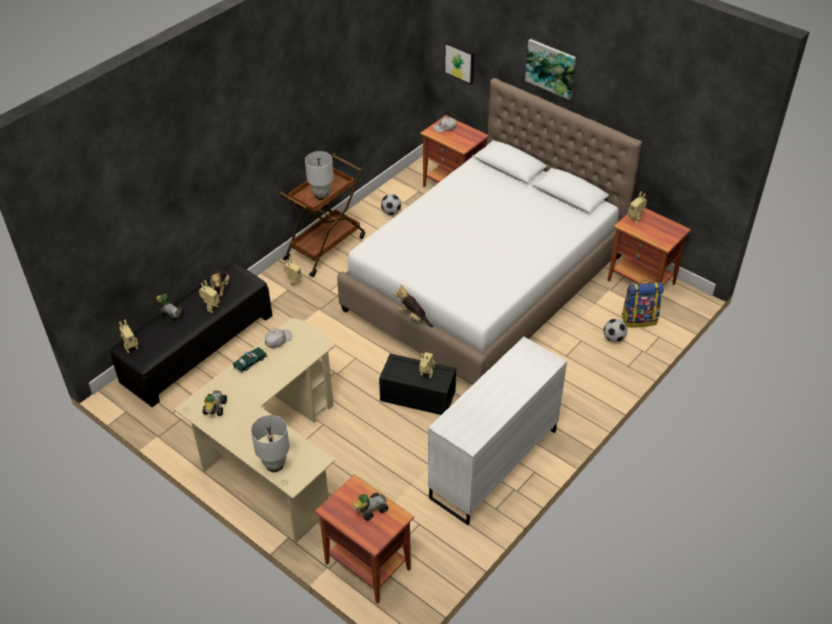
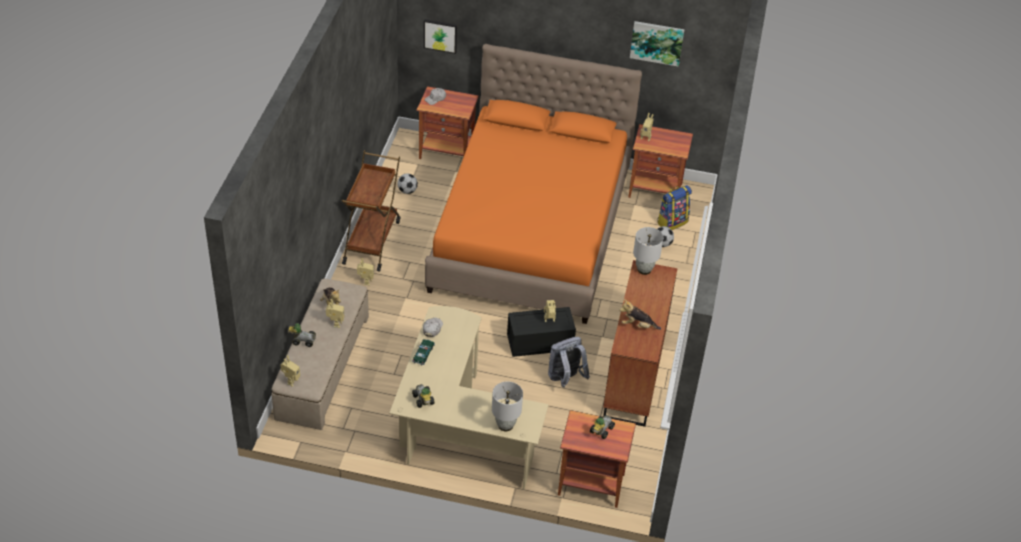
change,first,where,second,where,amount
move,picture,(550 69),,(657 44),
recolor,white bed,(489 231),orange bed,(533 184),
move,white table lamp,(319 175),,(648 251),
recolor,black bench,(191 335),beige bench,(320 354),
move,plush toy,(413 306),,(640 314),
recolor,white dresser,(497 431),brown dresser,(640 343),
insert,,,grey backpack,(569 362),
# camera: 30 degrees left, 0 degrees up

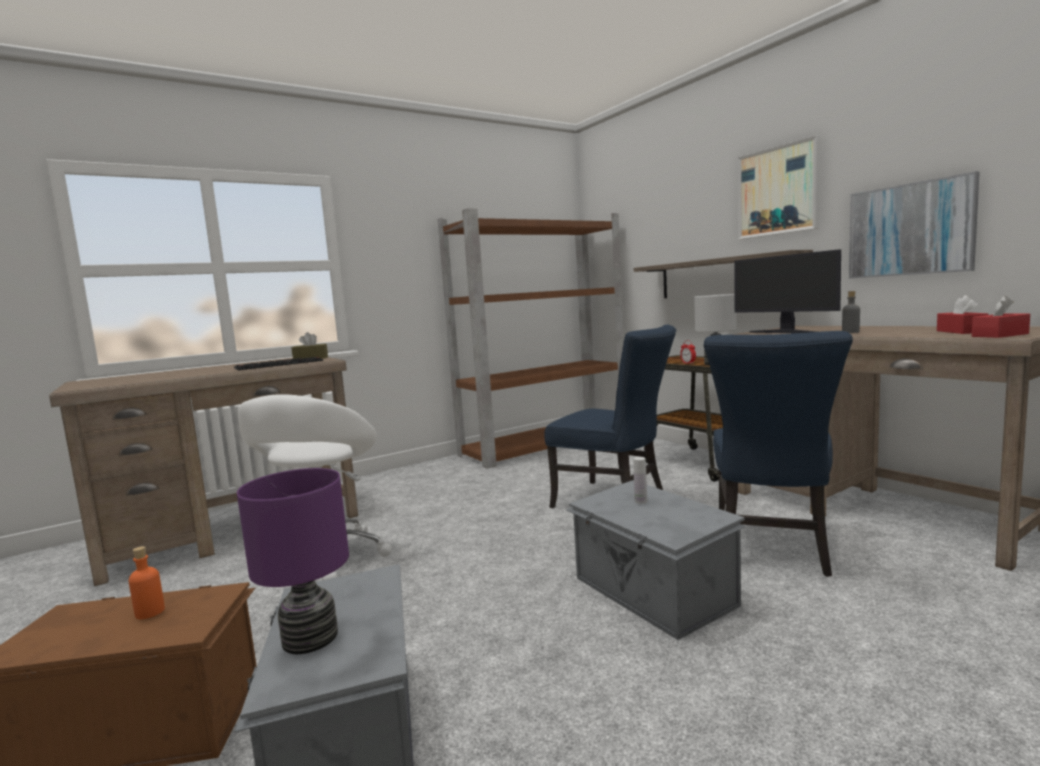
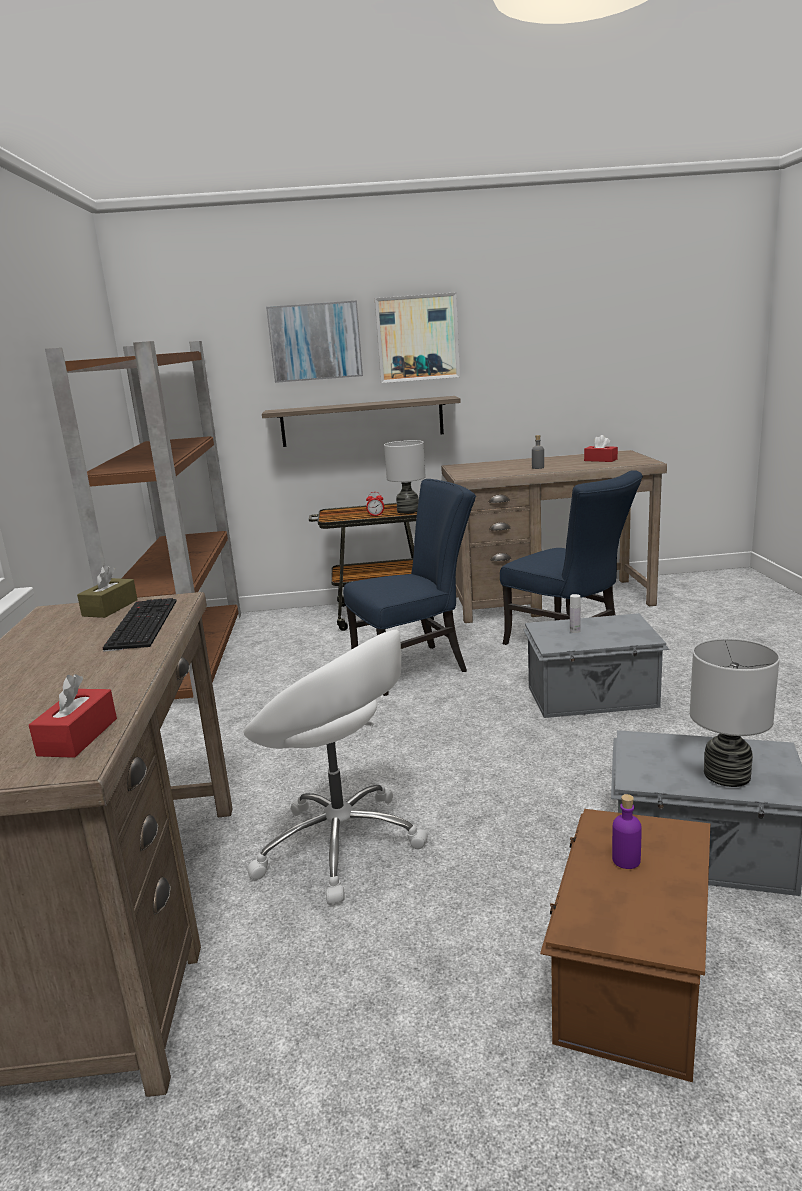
change,first,where,second,where,amount
move,picture,(914 225),,(314 342),
delete,monitor,(787 291),,,
move,red tissue box,(1001 316),,(73 716),
recolor,purple table lamp,(293 561),grey table lamp,(735 712),
recolor,orange bottle,(147 582),purple bottle,(627 831),
# camera: 60 degrees left, 10 degrees up

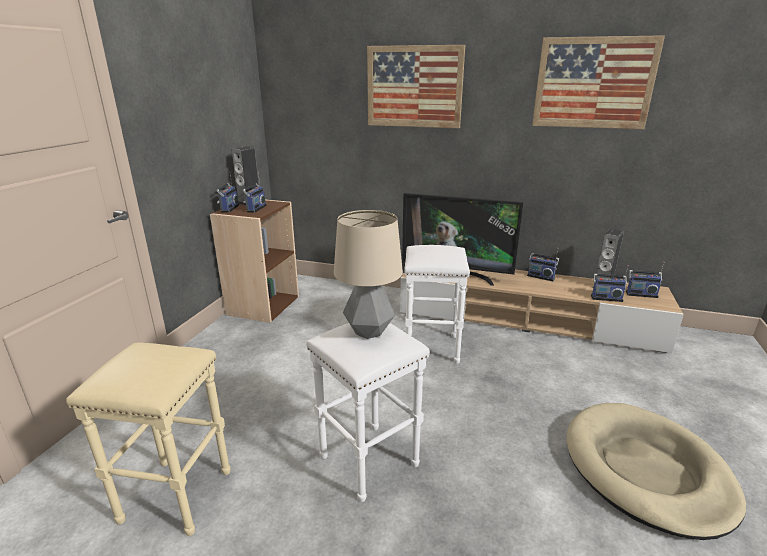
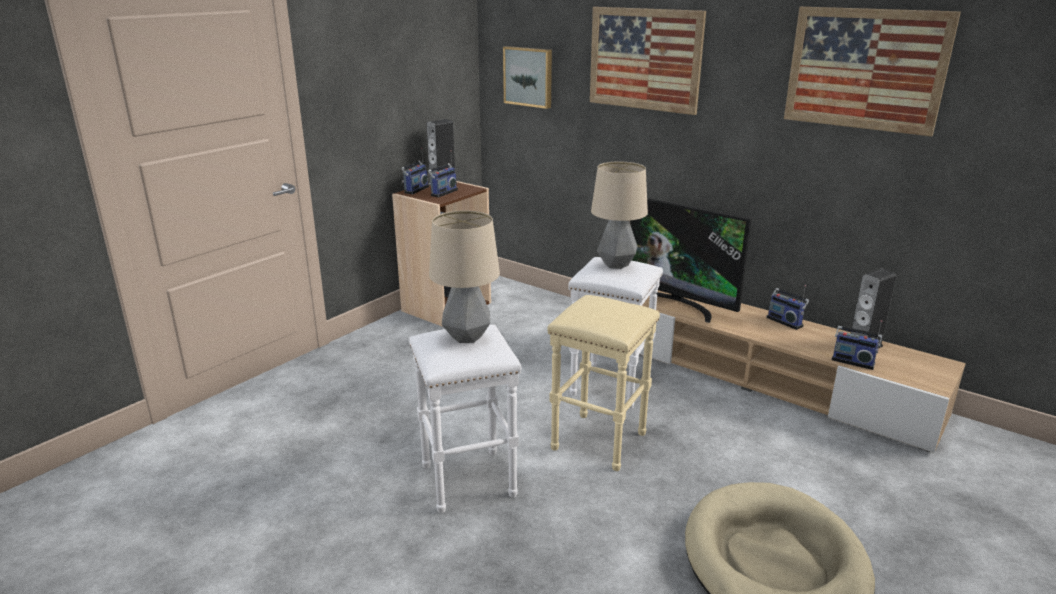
change,first,where,second,where,amount
delete,radio,(645 280),,,
move,beige stool,(148 439),,(603 383),
insert,,,picture,(527 77),
insert,,,table lamp,(619 215),
# camera: 20 degrees right, 0 degrees up

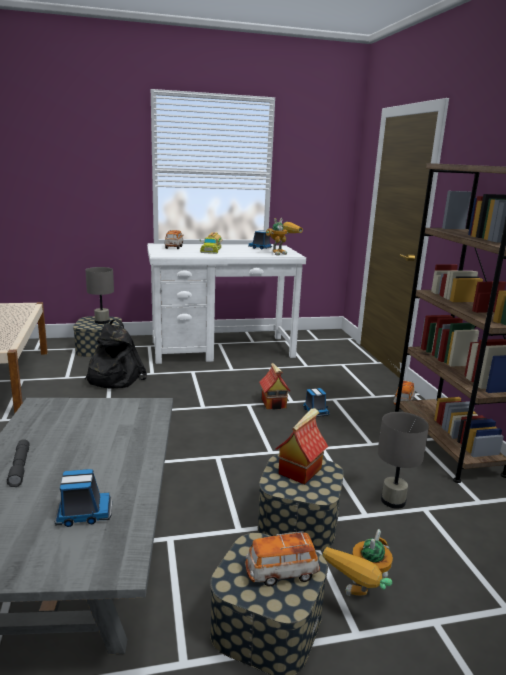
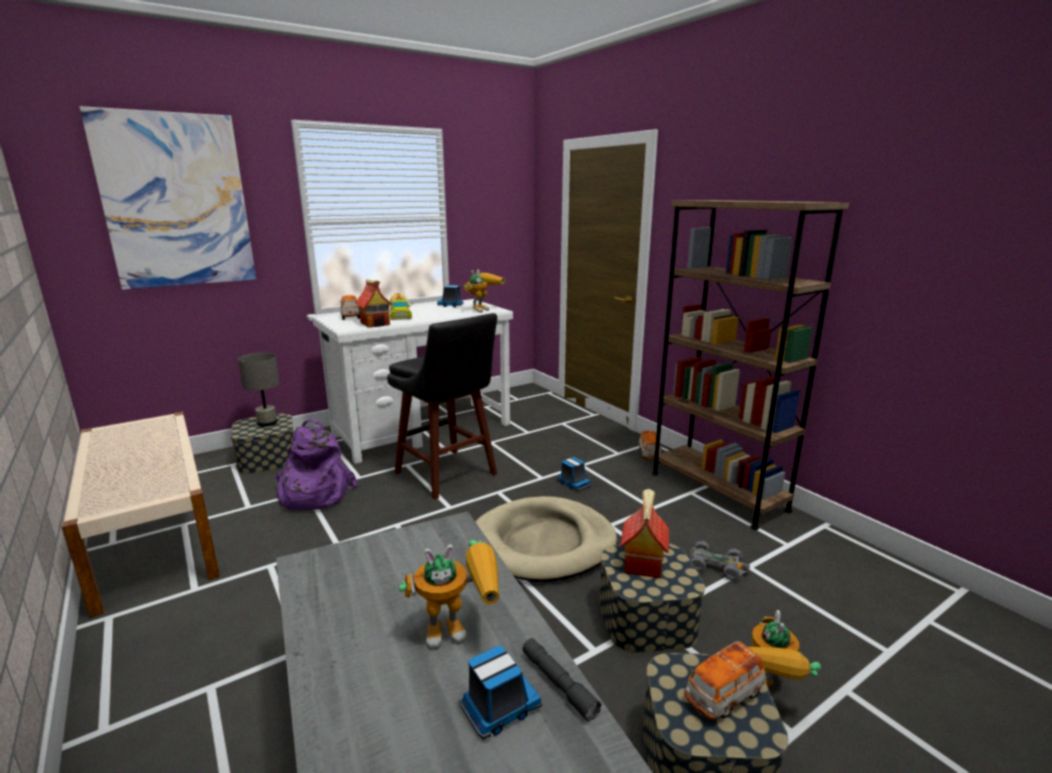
change,first,where,second,where,amount
recolor,black backpack,(116 354),purple backpack,(316 464),
move,toy house,(275 386),,(373 303),
replace,grey table lamp,(403 460),grey toy car,(719 561),
move,grey flashlight,(18 463),,(562 680),
insert,,,picture,(168 198),
insert,,,black stool,(442 406),
insert,,,beige dog bed,(546 539),
insert,,,toy robot,(449 595),
# camera: 20 degrees left, 0 degrees up

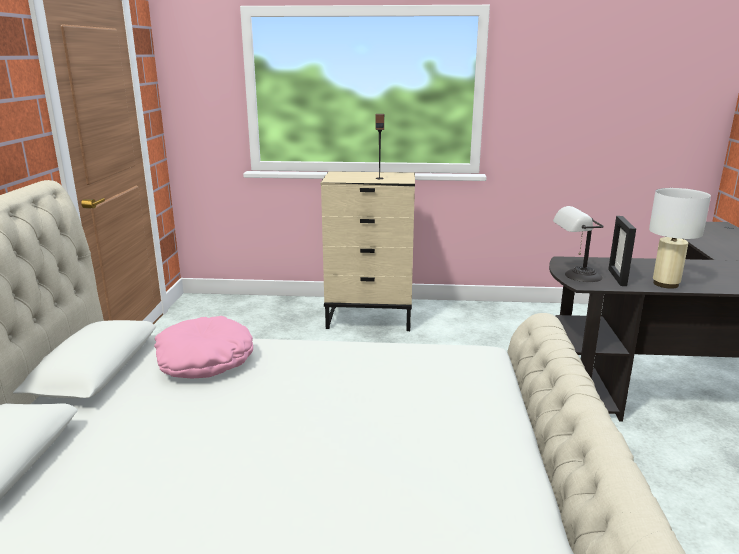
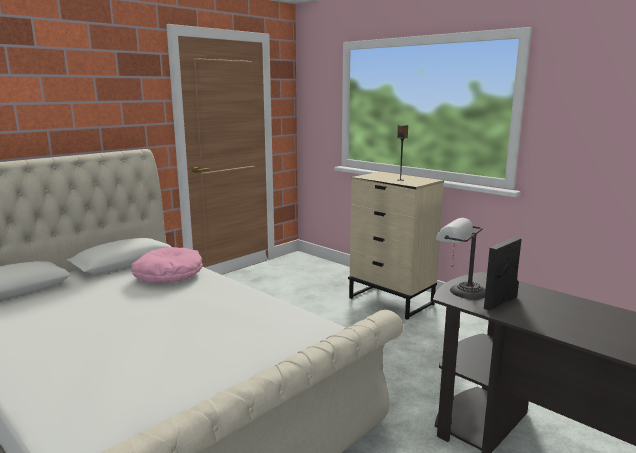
change,first,where,second,where,amount
delete,white table lamp,(680 238),,,
# camera: 40 degrees right, 5 degrees down

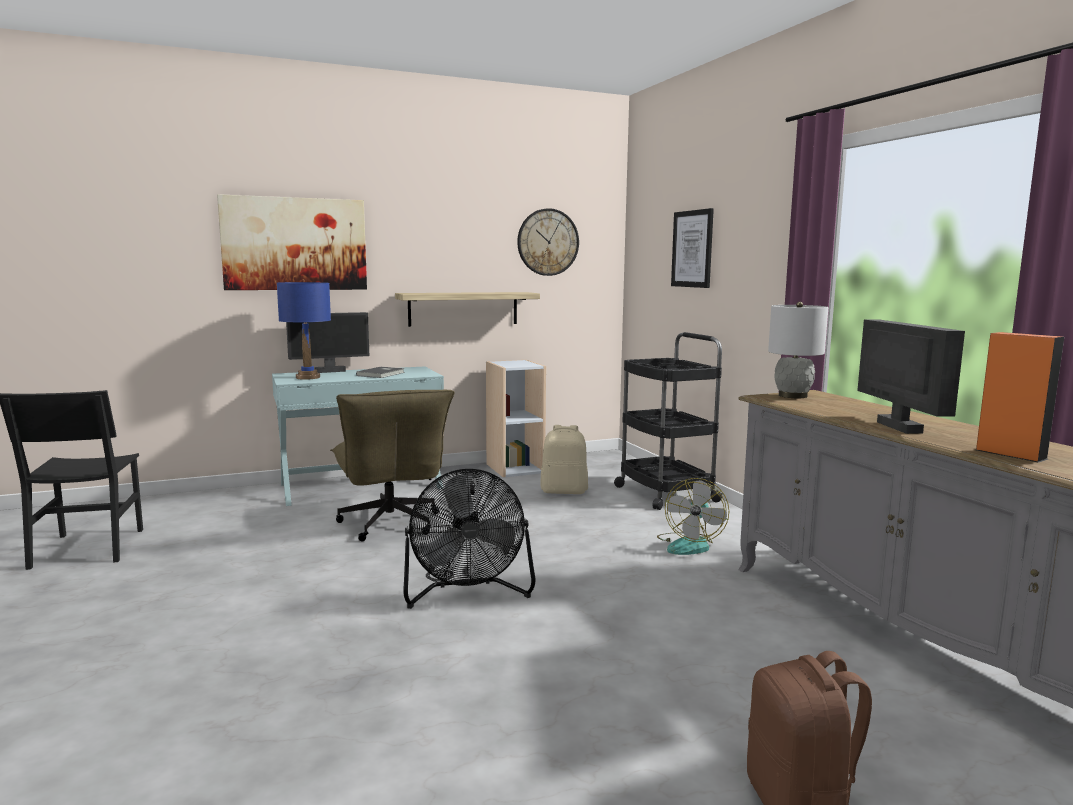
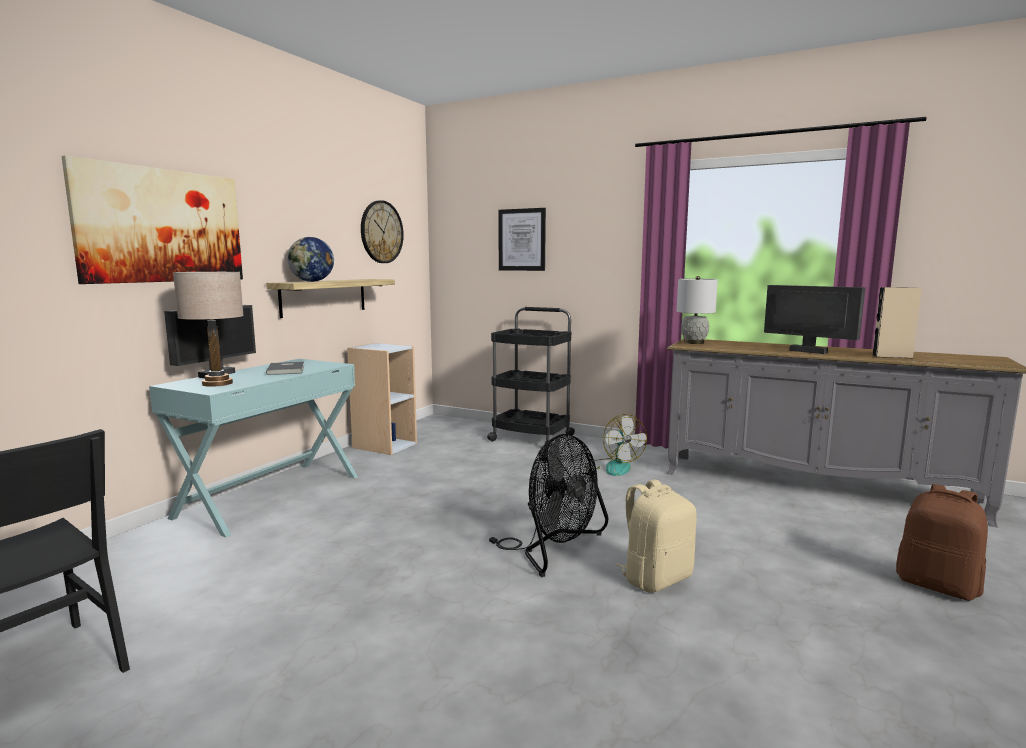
change,first,where,second,where,amount
recolor,blue table lamp,(304 331),beige table lamp,(208 329),
recolor,orange speaker,(1020 397),beige speaker,(897 322),
delete,beige office chair,(392 465),,,
move,beige backpack,(564 459),,(656 536),
insert,,,globe,(310 259),
# camera: 40 degrees left, 0 degrees up

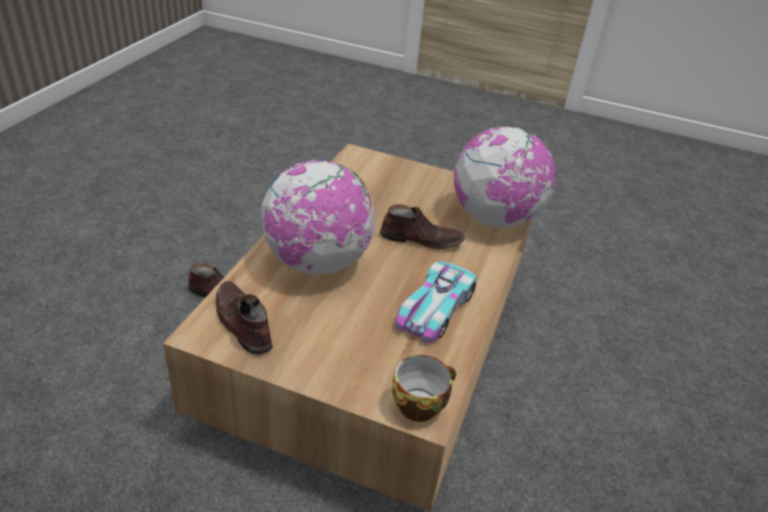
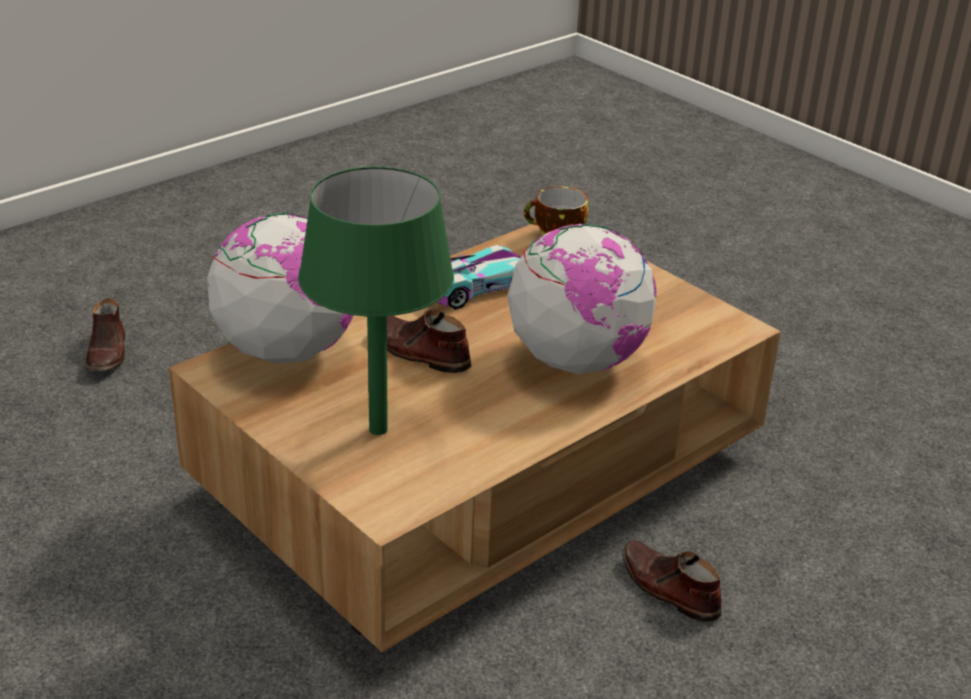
change,first,where,second,where,amount
move,brown shoe,(244 318),,(105 334),
insert,,,green table lamp,(376 301),
# camera: 150 degrees left, 5 degrees down

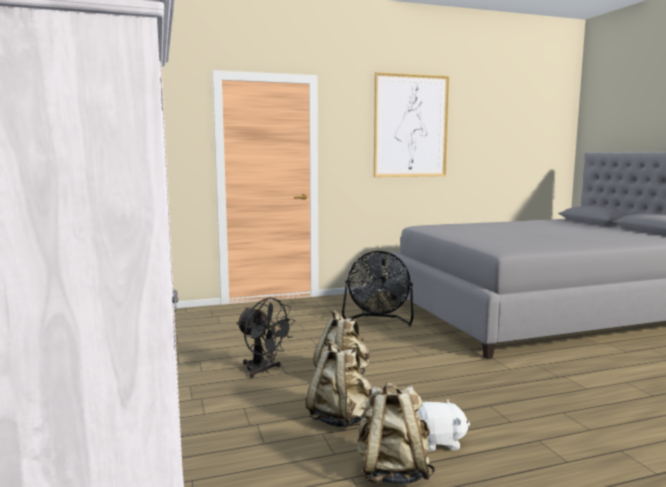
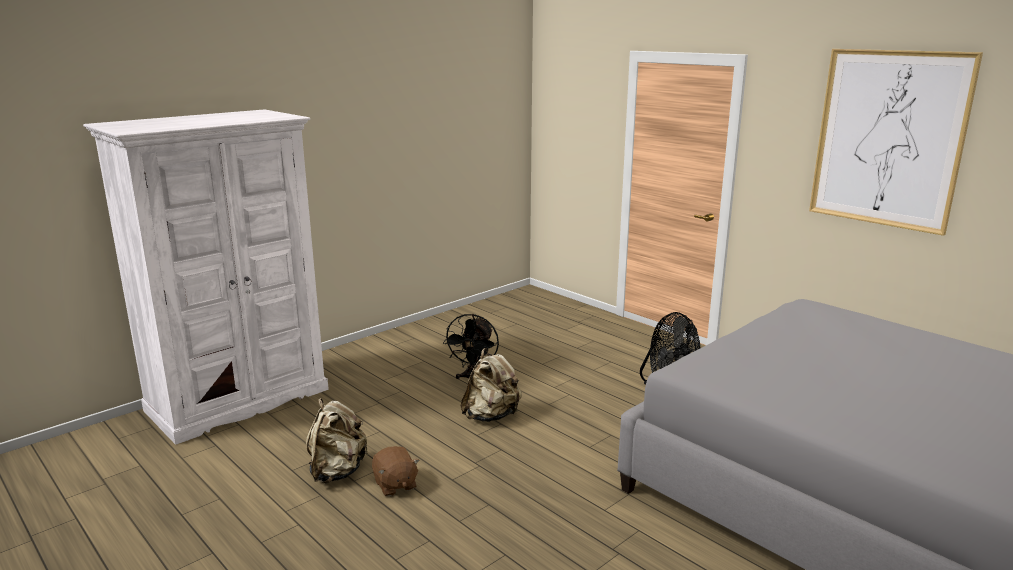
change,first,where,second,where,amount
delete,beige backpack,(339 384),,,
recolor,white plush toy,(443 425),brown plush toy,(396 471),
# camera: 65 degrees right, 10 degrees up

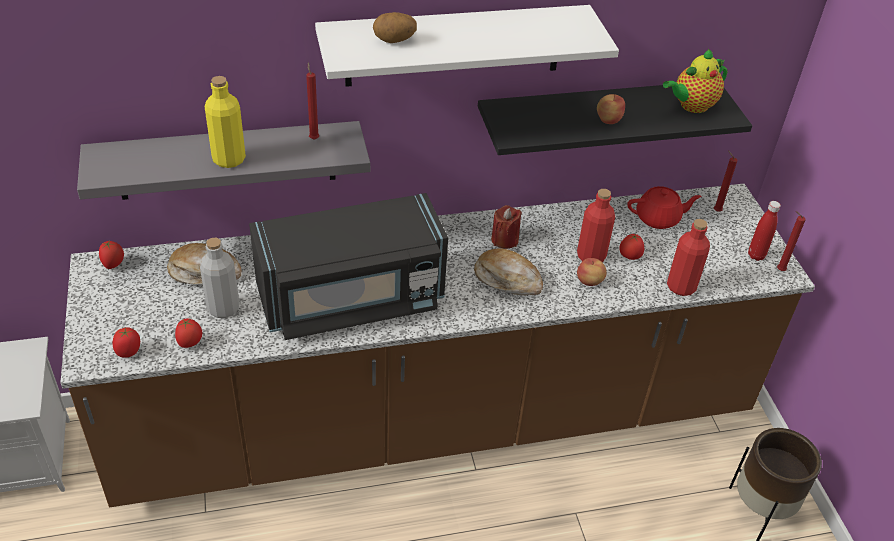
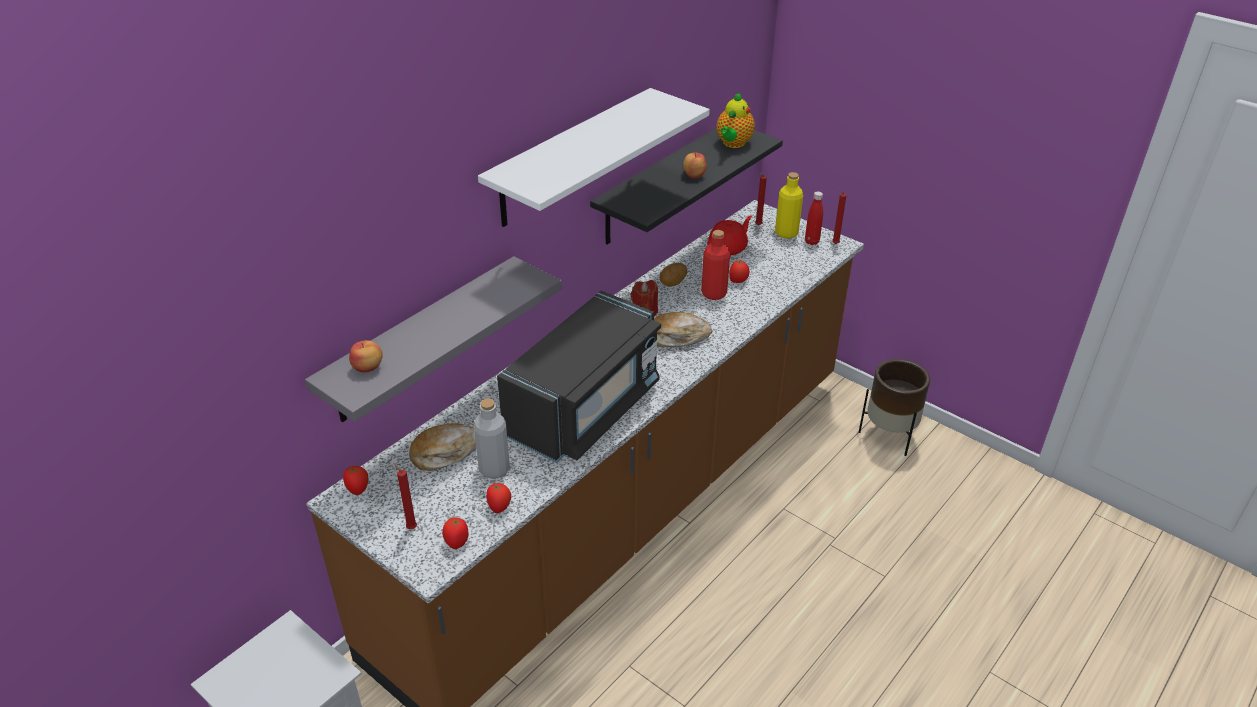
change,first,where,second,where,amount
move,potato,(395 27),,(673 275),
move,red candle,(312 101),,(405 495),
move,yellow bottle,(225 122),,(789 205),
delete,red bottle,(688 257),,,
move,apple,(592 272),,(366 356),
# camera: 35 degrees left, 5 degrees down

